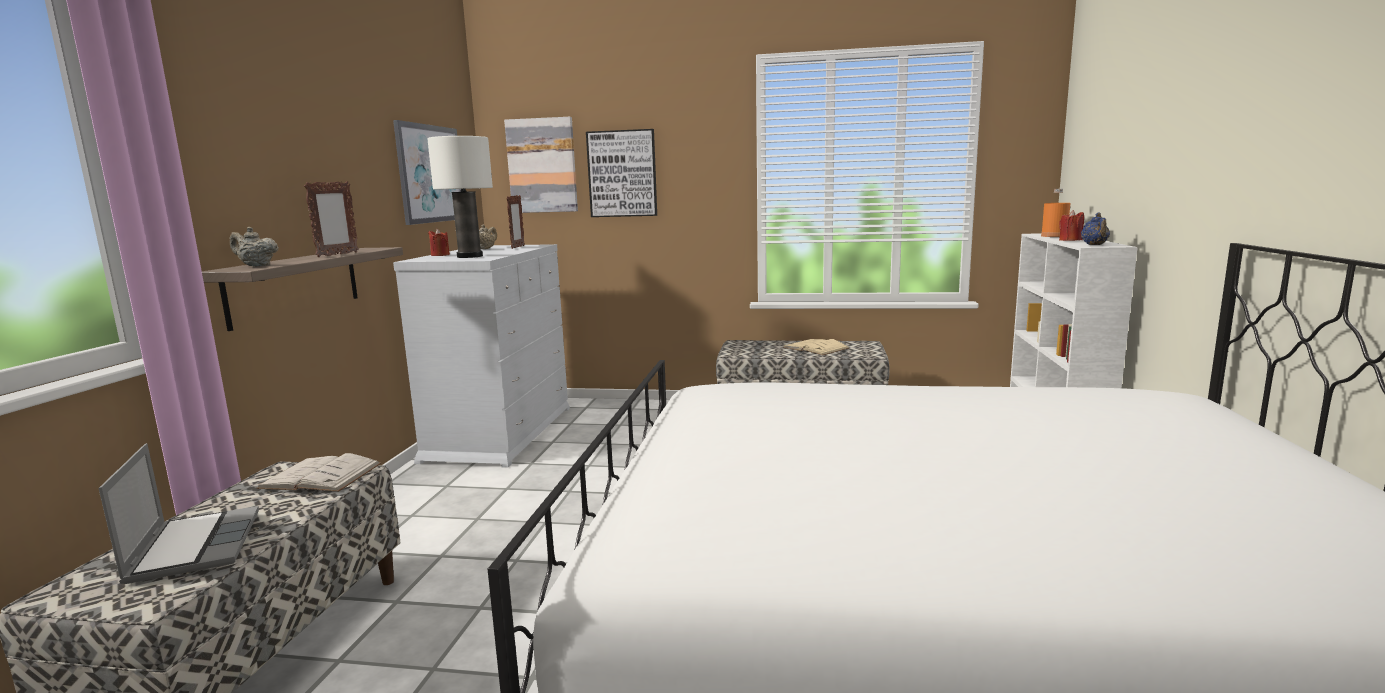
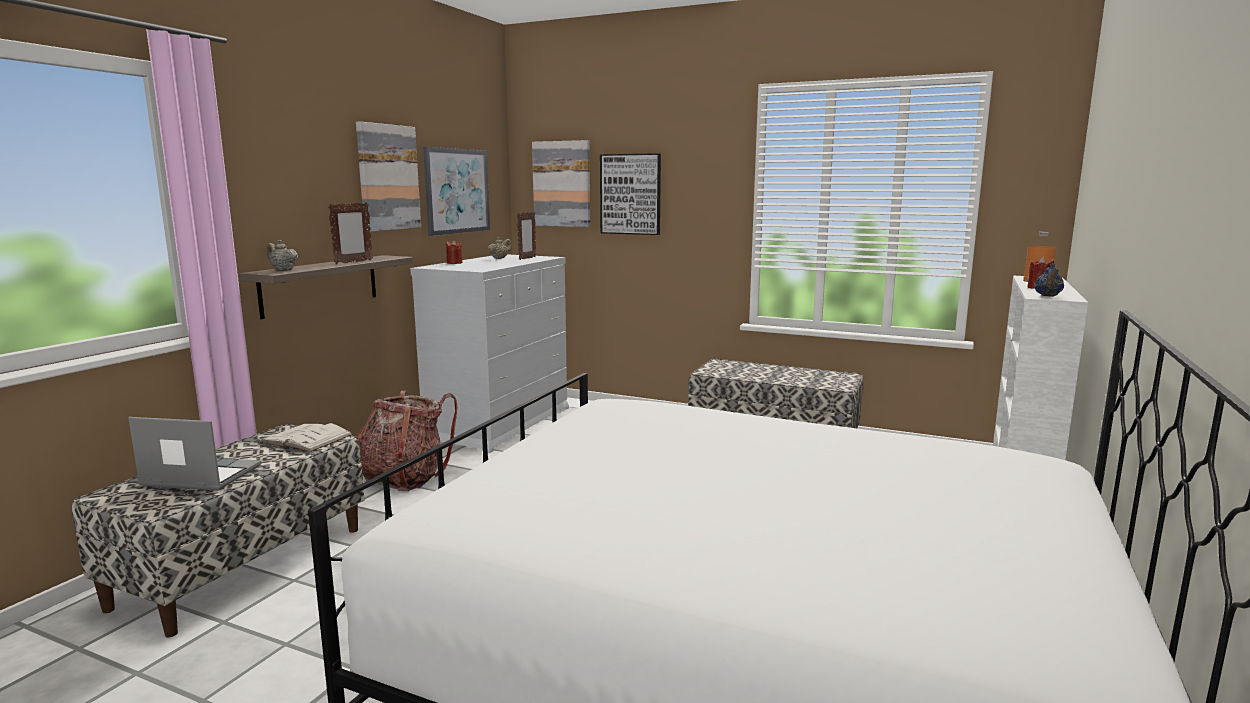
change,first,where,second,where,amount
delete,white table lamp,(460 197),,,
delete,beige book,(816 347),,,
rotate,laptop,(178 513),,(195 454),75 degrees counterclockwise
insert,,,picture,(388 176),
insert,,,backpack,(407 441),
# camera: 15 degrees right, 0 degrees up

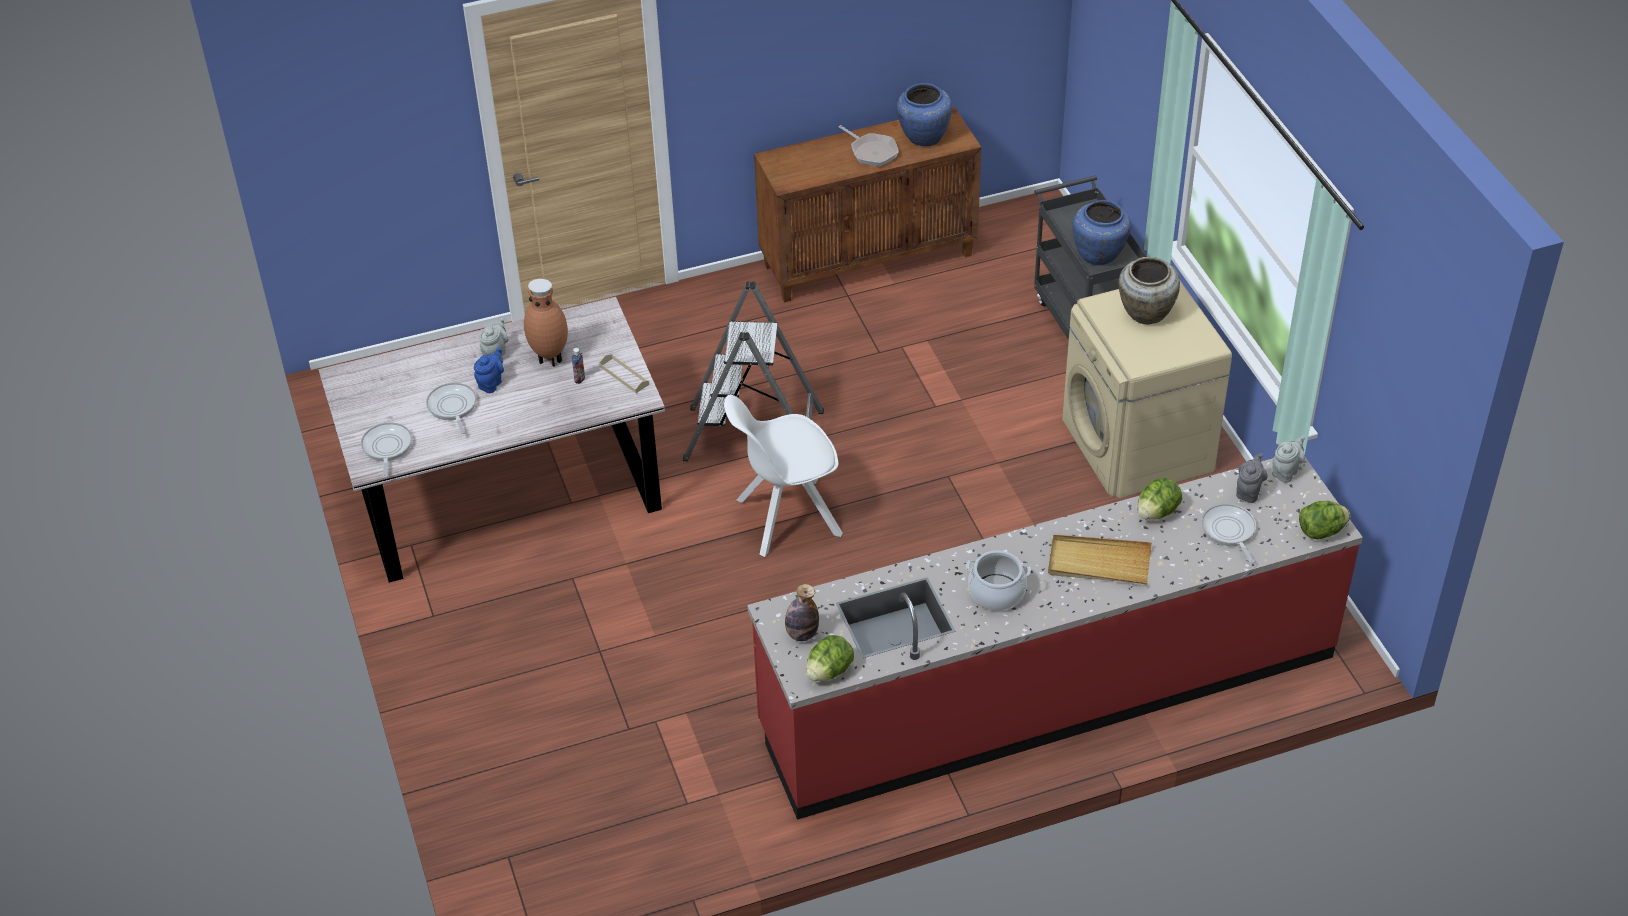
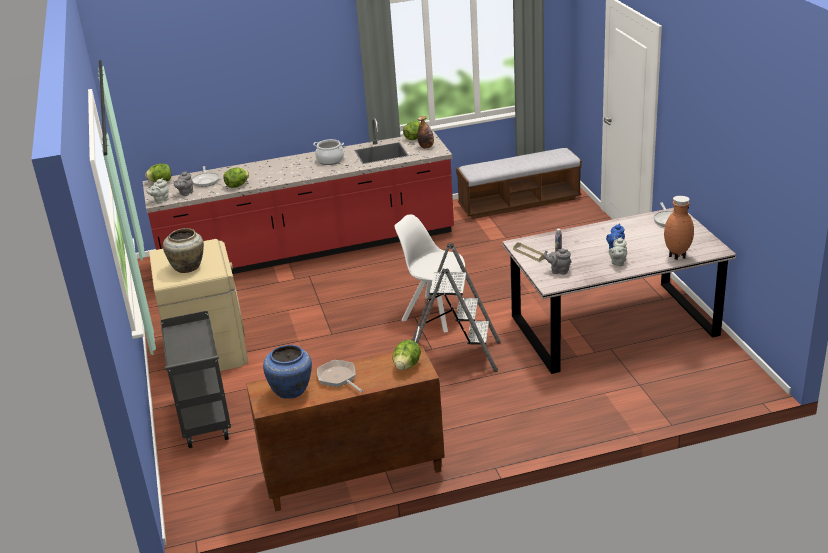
change,first,where,second,where,amount
delete,blue vase,(1101 232),,,
move,brown vase,(546 323),,(679 228),
delete,frying pan,(451 408),,,
rotate,white chair,(783 476),,(430 273),135 degrees counterclockwise
delete,beige tray,(1100 559),,,
insert,,,bench,(519 183),
insert,,,grey teapot,(557 261),
insert,,,lettuce,(407 355),
# camera: 175 degrees left, 15 degrees down

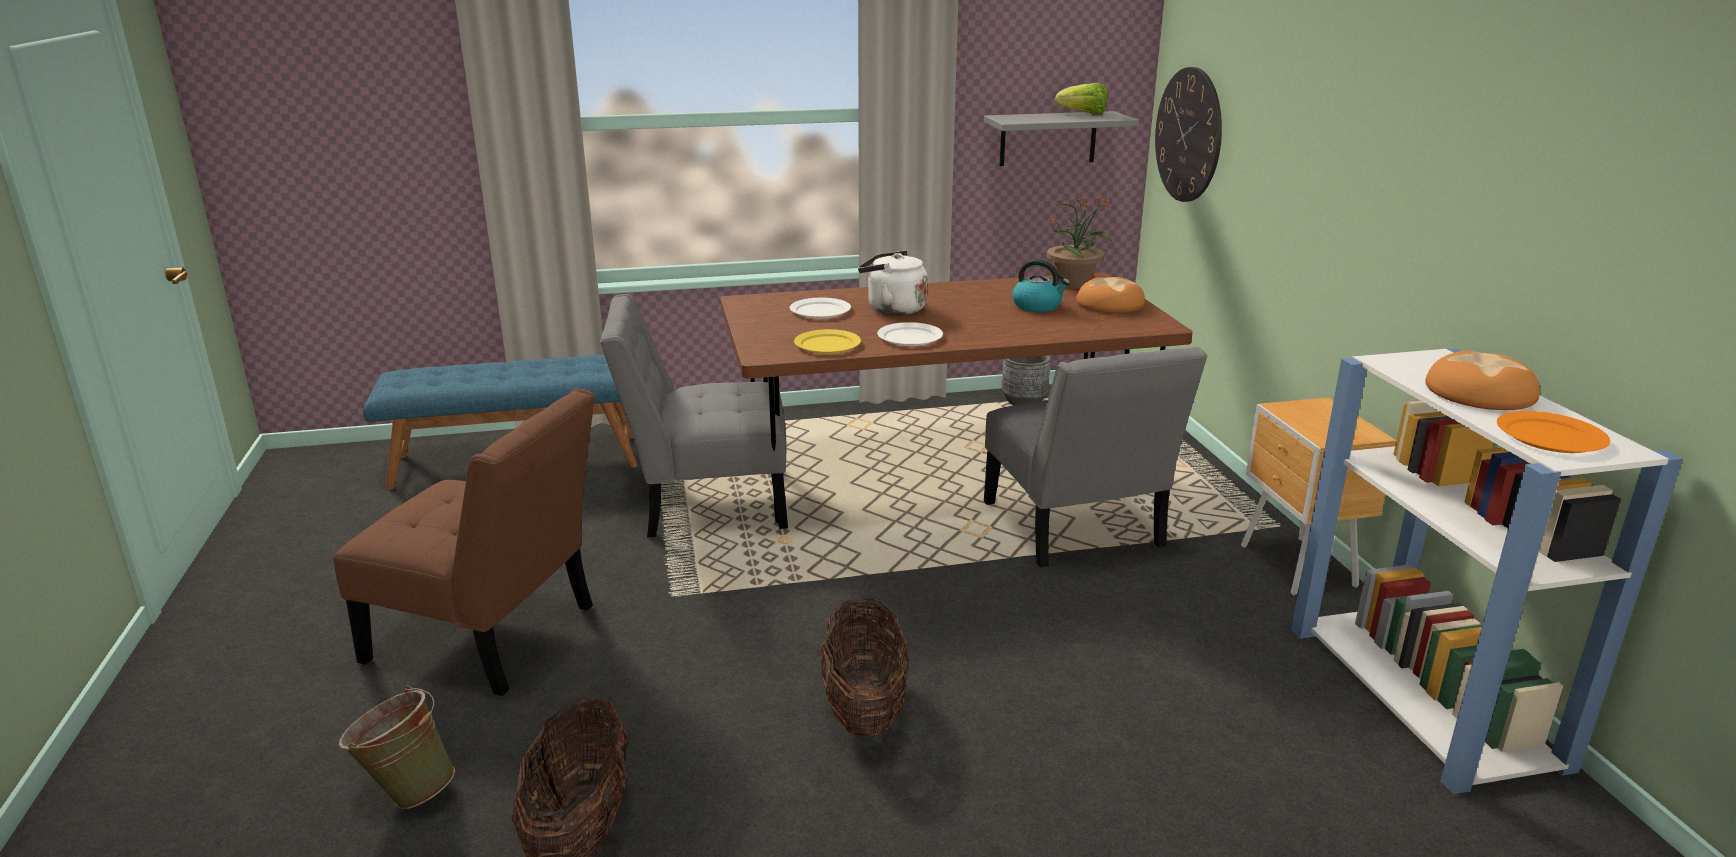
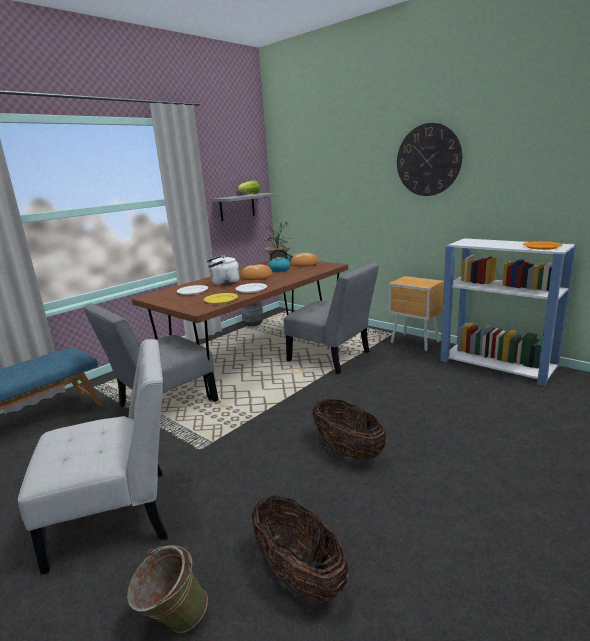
change,first,where,second,where,amount
move,wall clock,(1188 134),,(429 159),
move,bread,(1482 380),,(257 272),
recolor,brown chair,(464 542),white chair,(93 457),
# camera: 35 degrees left, 5 degrees down

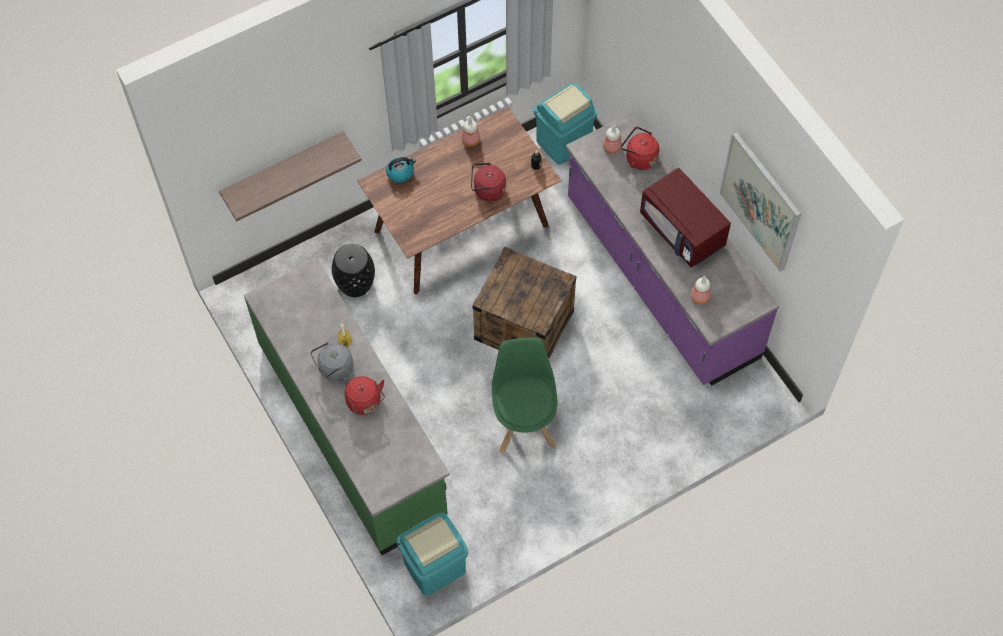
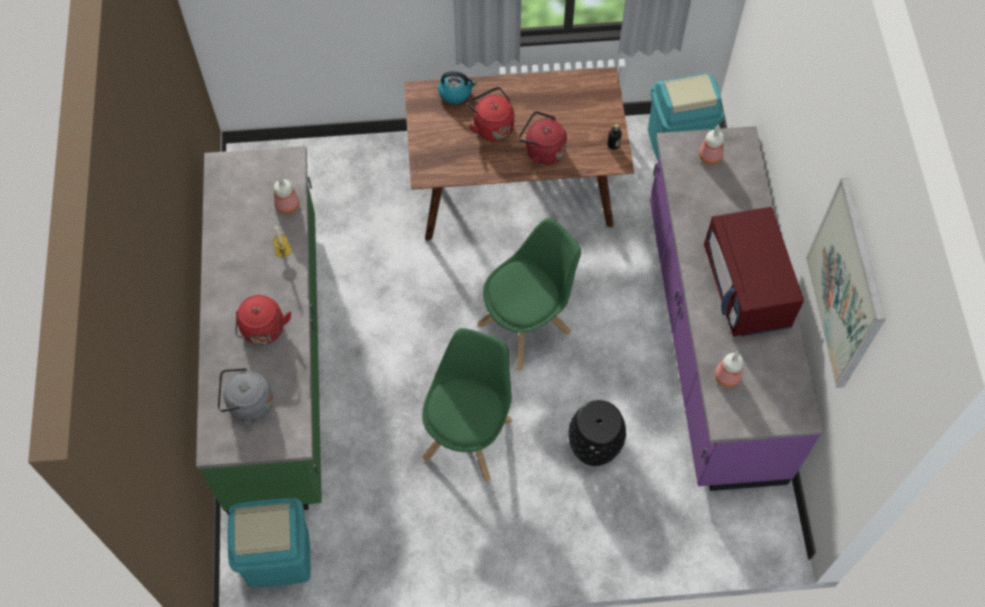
change,first,where,second,where,amount
move,bottle,(470 131),,(287 195),
move,red kettle,(640 148),,(490 114),
delete,shelf,(290 176),,,
move,black stool,(353 270),,(597 433),
replace,crate,(524 302),green chair,(529 294),
move,grey kettle,(332 362),,(245 397),
# camera: 25 degrees right, 0 degrees up

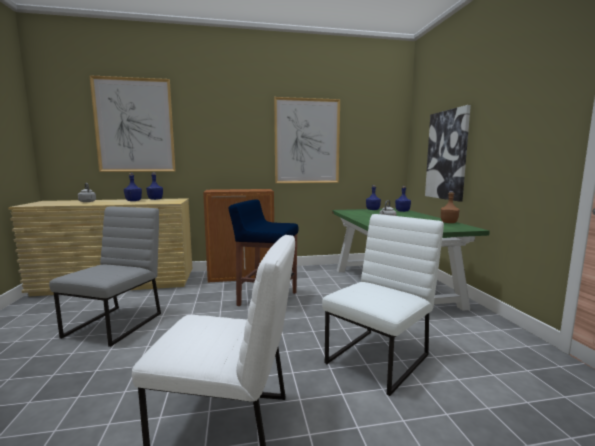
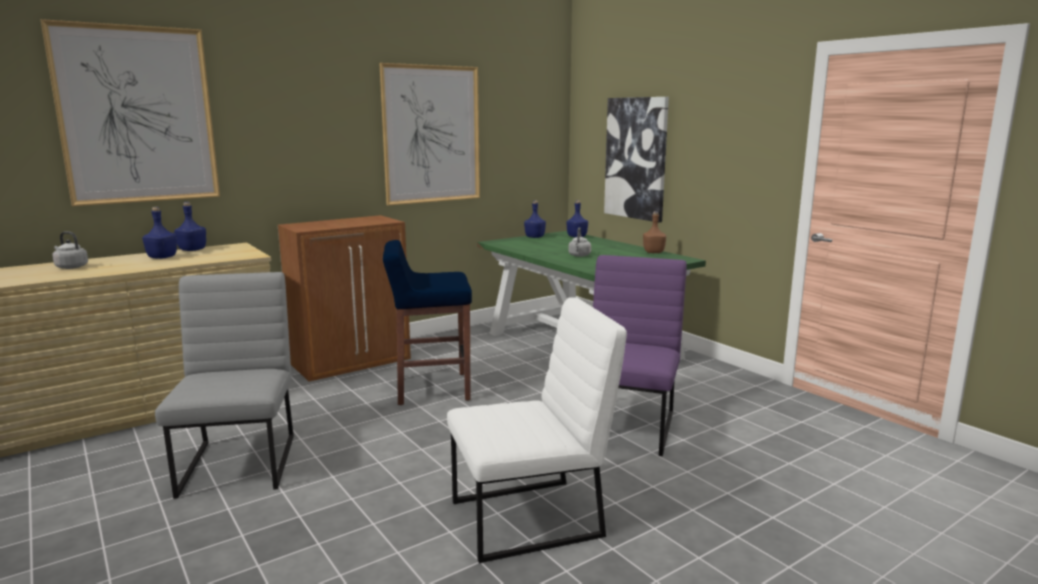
change,first,where,second,where,amount
recolor,white chair,(383 305),purple chair,(640 355),
# camera: 25 degrees left, 5 degrees up

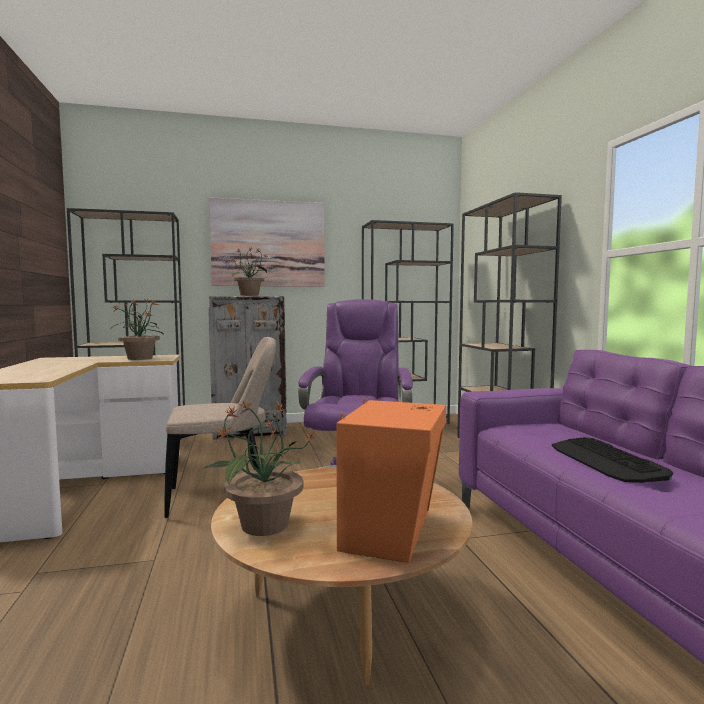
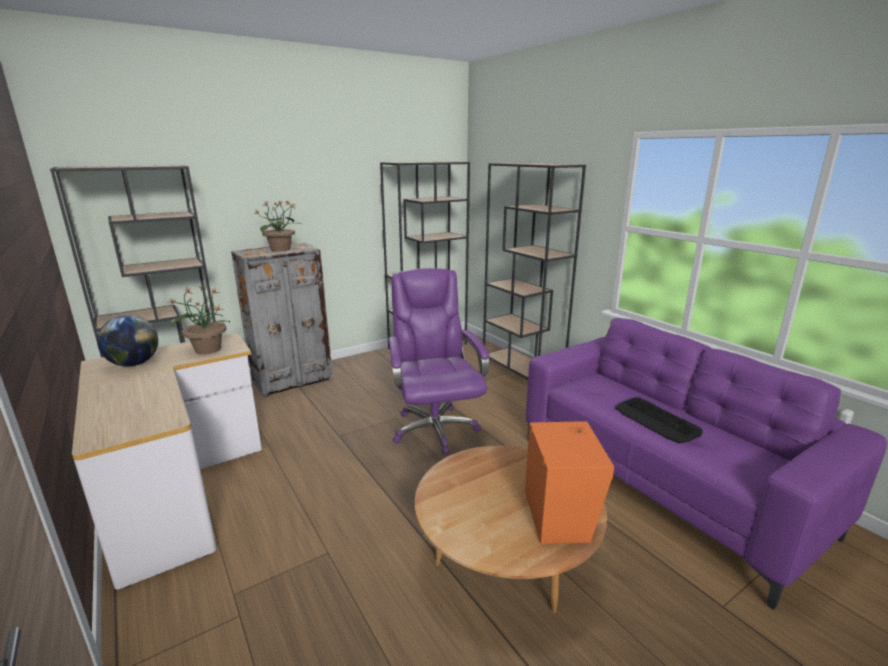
change,first,where,second,where,amount
delete,picture,(267 242),,,
delete,beige chair,(220 427),,,
delete,potted plant,(260 468),,,
insert,,,globe,(127 340),
# camera: 20 degrees left, 15 degrees up

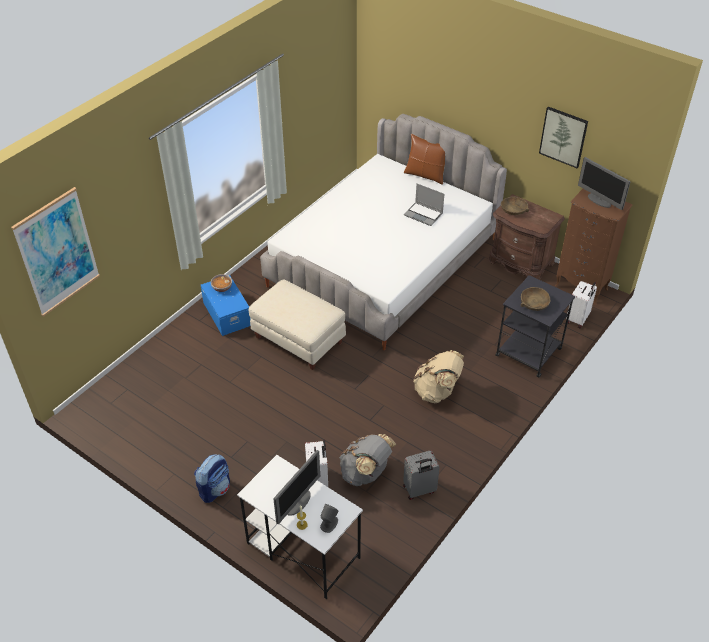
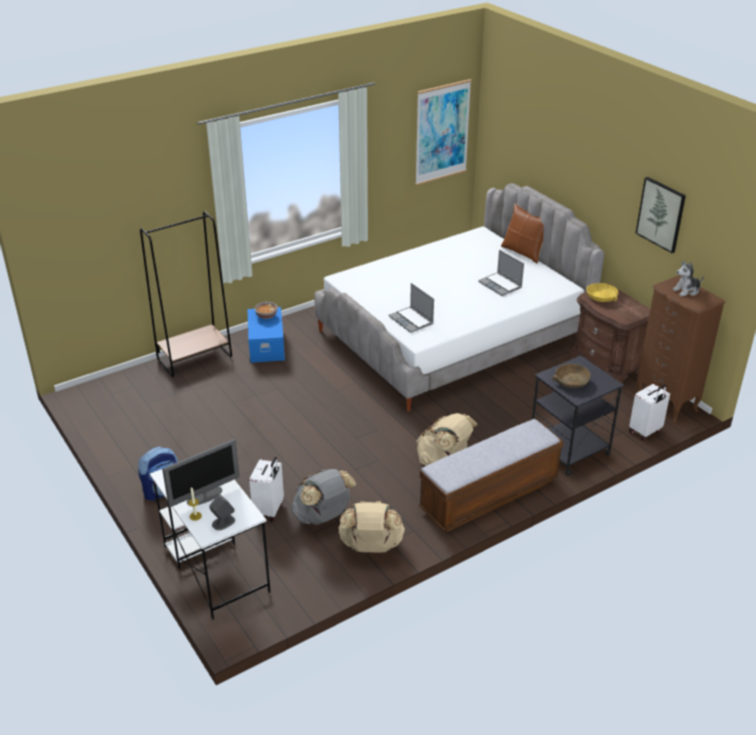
change,first,where,second,where,amount
replace,monitor,(604 183),plush toy,(688 278),
move,picture,(55 252),,(443 132),
recolor,brown bowl,(515 206),yellow bowl,(603 292),
delete,beige ottoman,(297 324),,,
replace,grey suitcase,(421 475),beige backpack,(371 527),
insert,,,clothes rack,(186 294),
insert,,,laptop,(411 308),
insert,,,bench,(491 475),
# camera: 20 degrees right, 10 degrees down

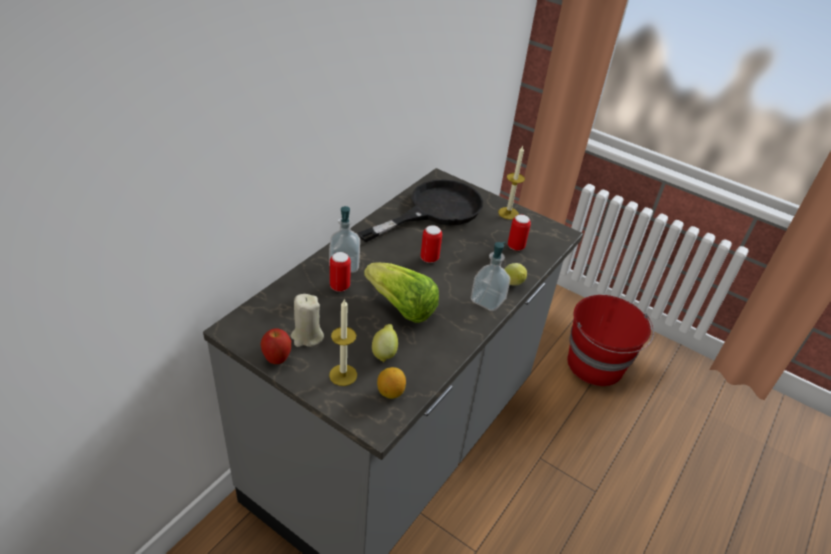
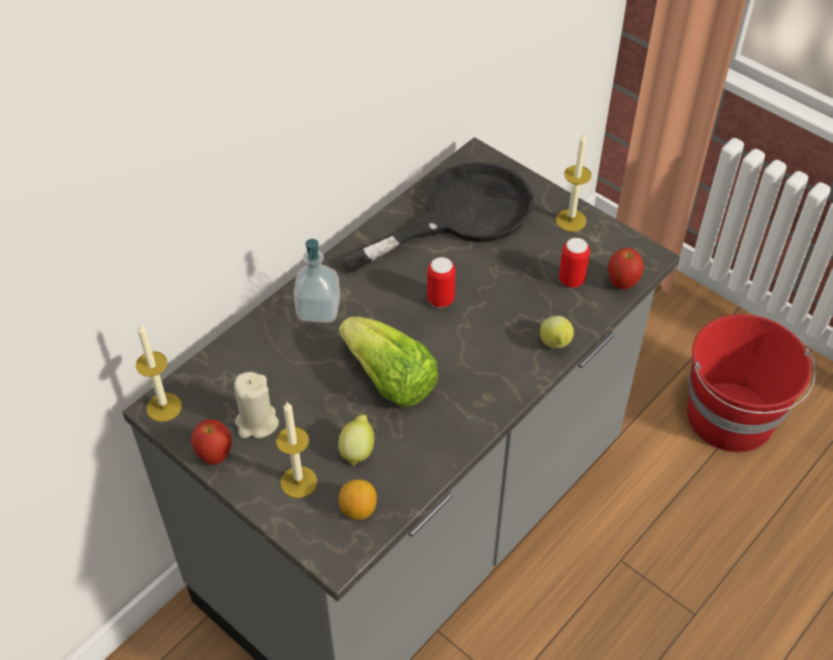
change,first,where,second,where,amount
delete,soap dispenser,(490 276),,,
delete,can,(340 272),,,
insert,,,apple,(626 268),
insert,,,candle,(159 372),
# camera: 10 degrees right, 10 degrees up

